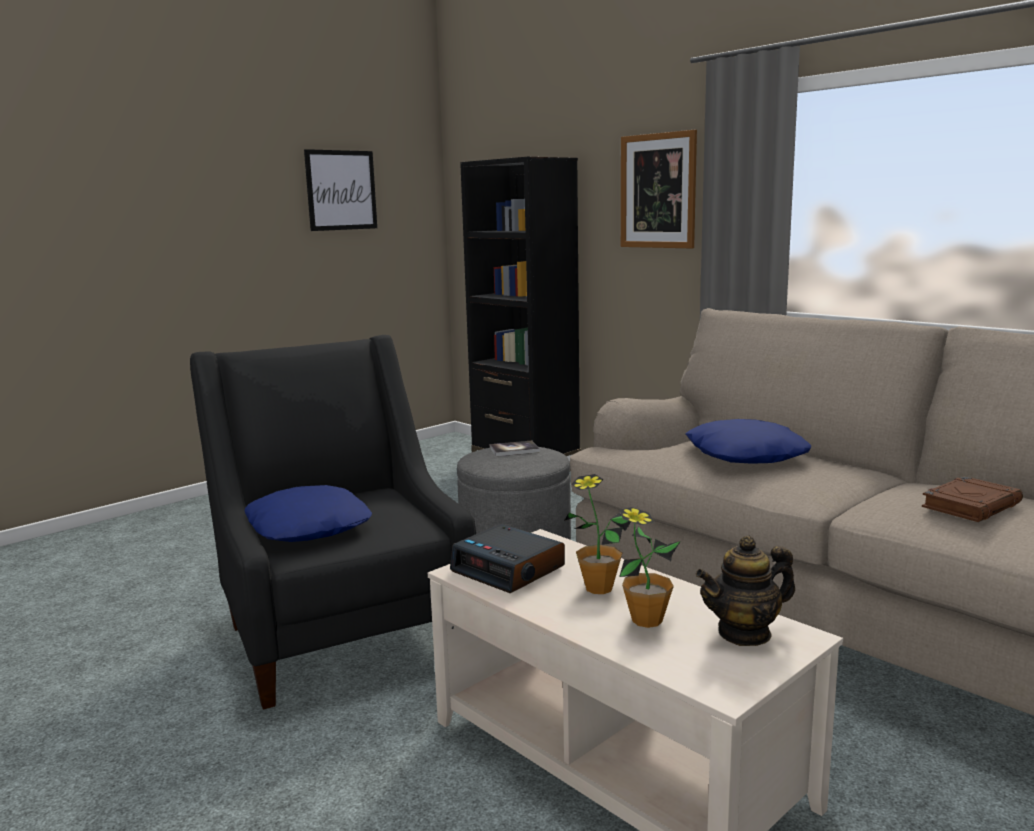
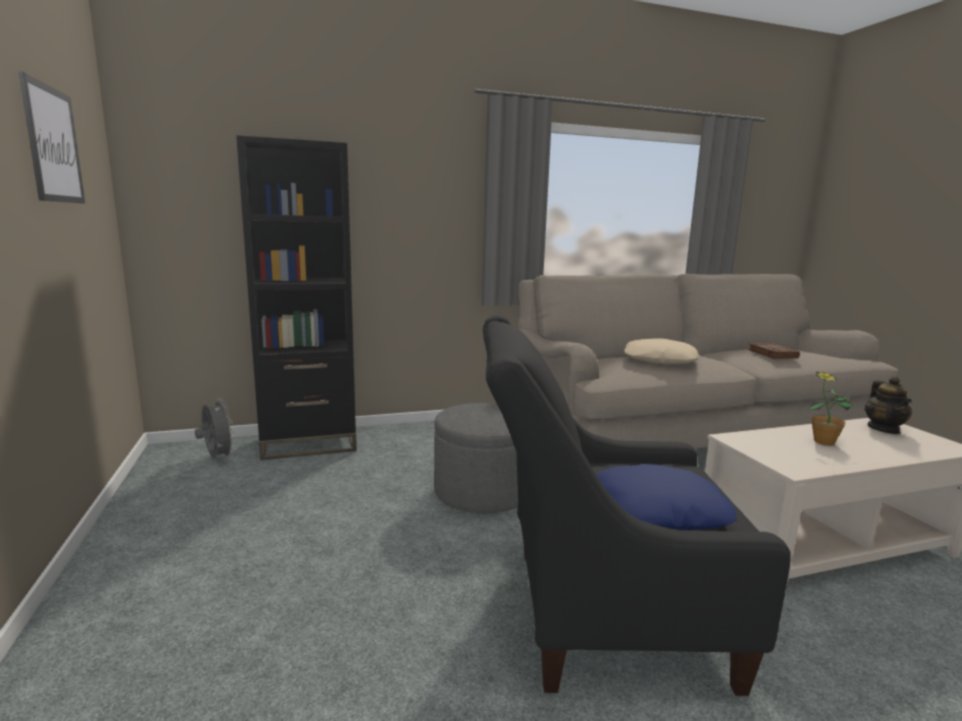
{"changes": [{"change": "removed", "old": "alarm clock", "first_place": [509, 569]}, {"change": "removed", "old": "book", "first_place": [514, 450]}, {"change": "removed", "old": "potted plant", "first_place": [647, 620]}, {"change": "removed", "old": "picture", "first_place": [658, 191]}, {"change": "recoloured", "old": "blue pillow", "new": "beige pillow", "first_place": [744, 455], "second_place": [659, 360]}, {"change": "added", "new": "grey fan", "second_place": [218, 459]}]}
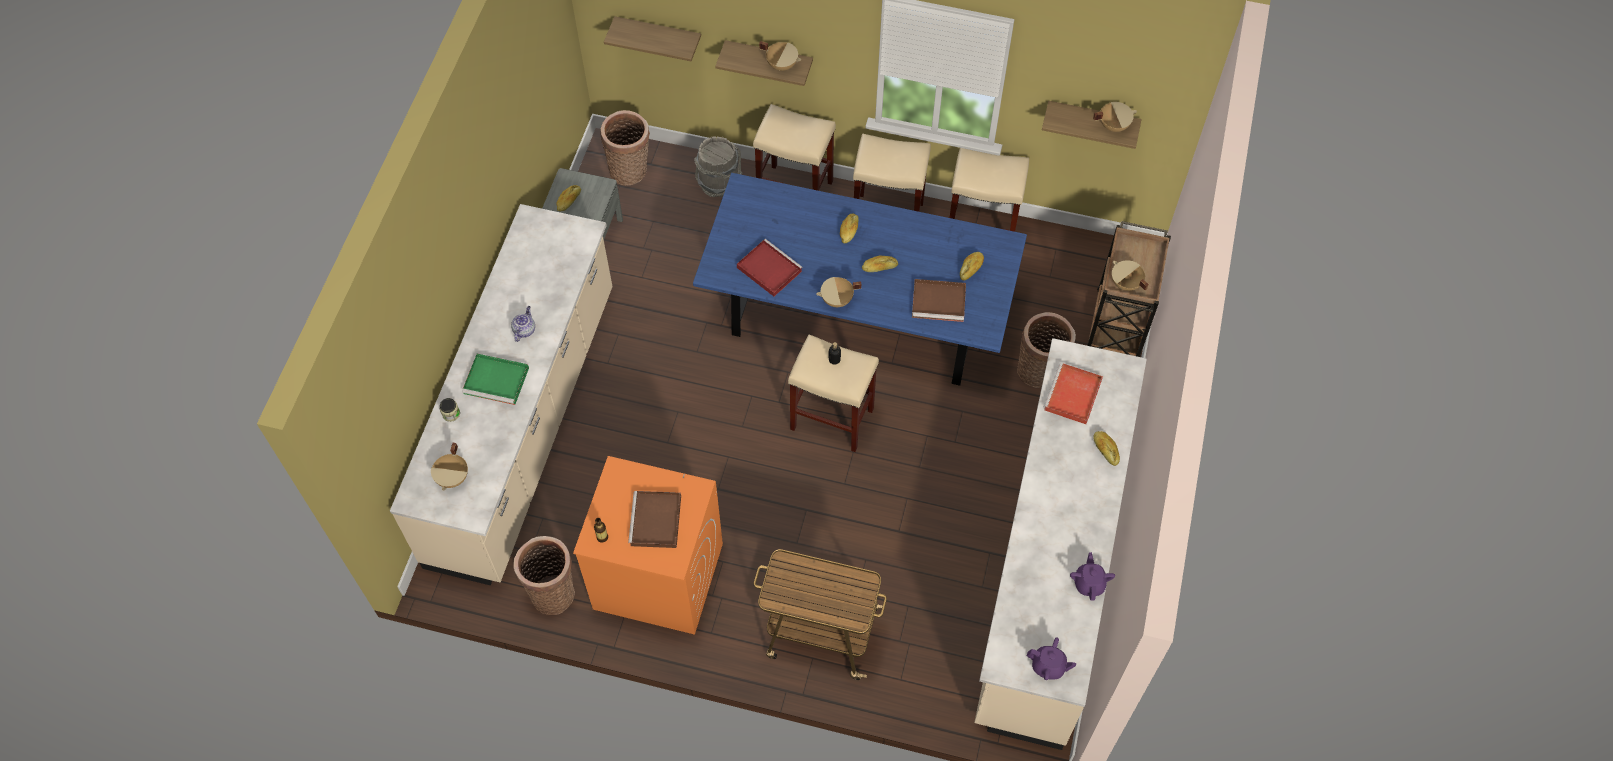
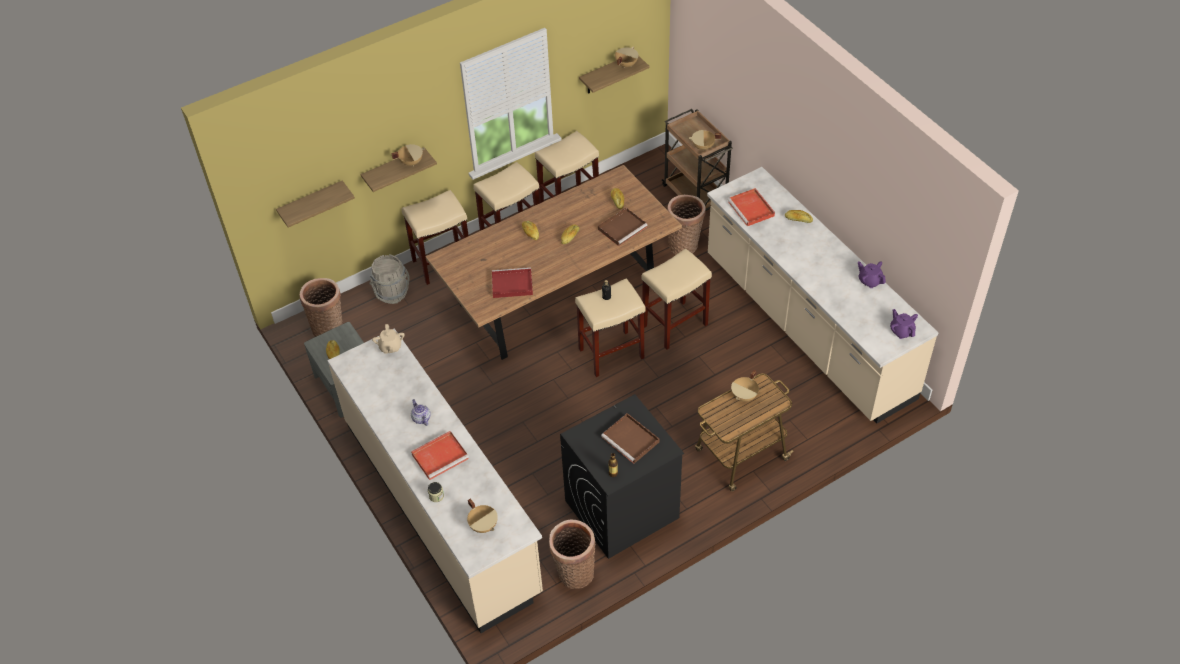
{"changes": [{"change": "recoloured", "old": "green tray", "new": "red tray", "first_place": [497, 380], "second_place": [441, 456]}, {"change": "recoloured", "old": "orange washing machine", "new": "black washing machine", "first_place": [657, 576], "second_place": [621, 510]}, {"change": "recoloured", "old": "blue dining table", "new": "brown dining table", "first_place": [858, 315], "second_place": [558, 294]}, {"change": "moved", "old": "beige cooking pot", "first_place": [837, 300], "second_place": [744, 396]}, {"change": "turned", "old": "purple teapot", "first_place": [1048, 666], "second_place": [901, 331], "degrees": -90}, {"change": "added", "new": "beige teapot", "second_place": [390, 347]}, {"change": "added", "new": "beige stool", "second_place": [674, 326]}]}
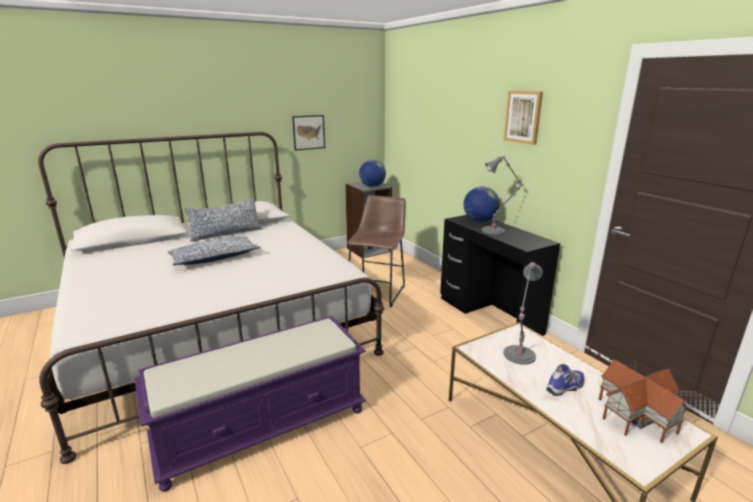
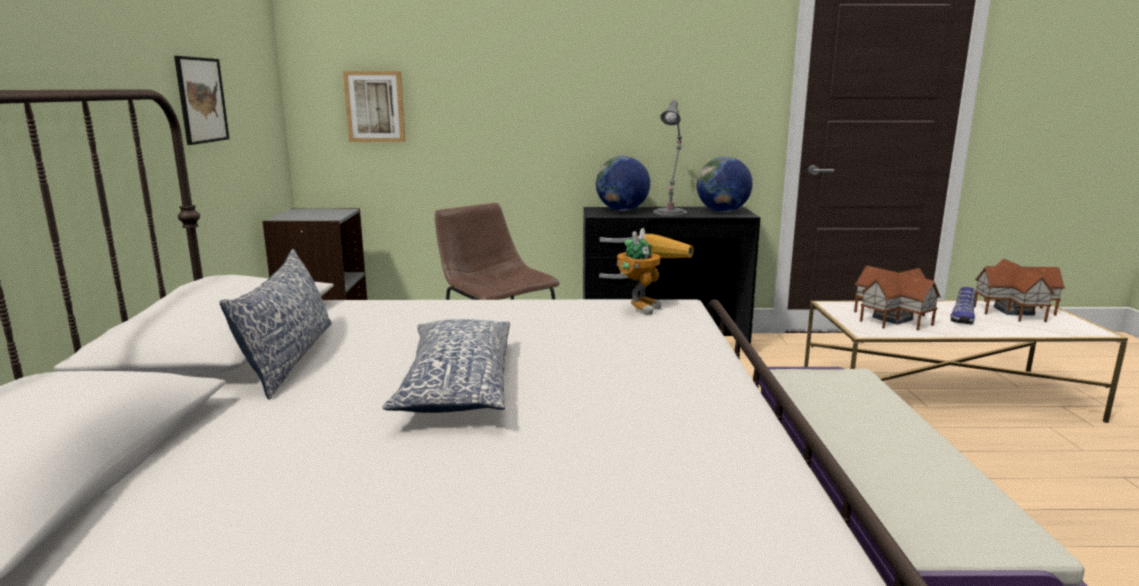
{"changes": [{"change": "moved", "old": "globe", "first_place": [372, 186], "second_place": [722, 211]}, {"change": "replaced", "old": "grey table lamp", "new": "toy house", "first_place": [518, 356], "second_place": [892, 319]}, {"change": "moved", "old": "picture", "first_place": [523, 117], "second_place": [375, 106]}, {"change": "turned", "old": "shoe", "first_place": [566, 387], "second_place": [961, 318], "degrees": -150}, {"change": "added", "new": "toy robot", "second_place": [645, 305]}]}
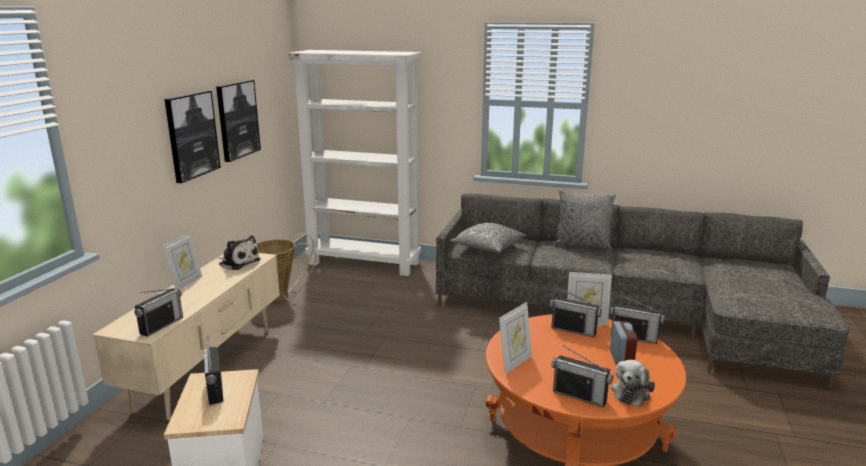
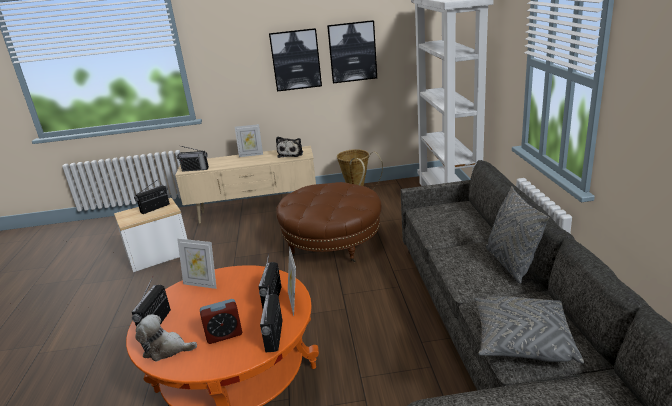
{"changes": [{"change": "moved", "old": "grey pillow", "first_place": [488, 248], "second_place": [522, 341]}, {"change": "added", "new": "brown ottoman", "second_place": [332, 243]}]}
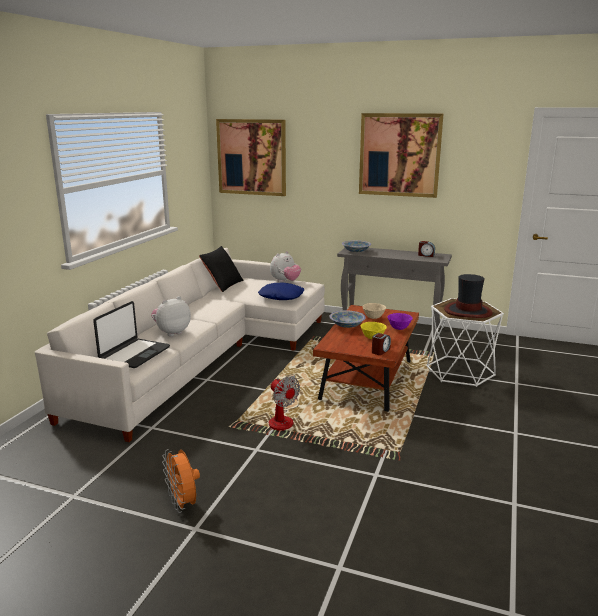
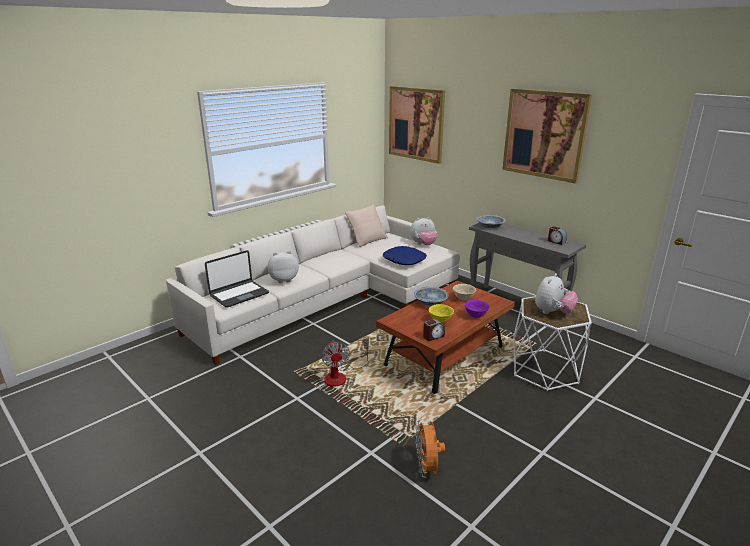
{"changes": [{"change": "moved", "old": "orange fan", "first_place": [183, 504], "second_place": [427, 469]}, {"change": "recoloured", "old": "black pillow", "new": "beige pillow", "first_place": [222, 285], "second_place": [367, 239]}, {"change": "replaced", "old": "hat", "new": "plush toy", "first_place": [467, 311], "second_place": [552, 312]}]}
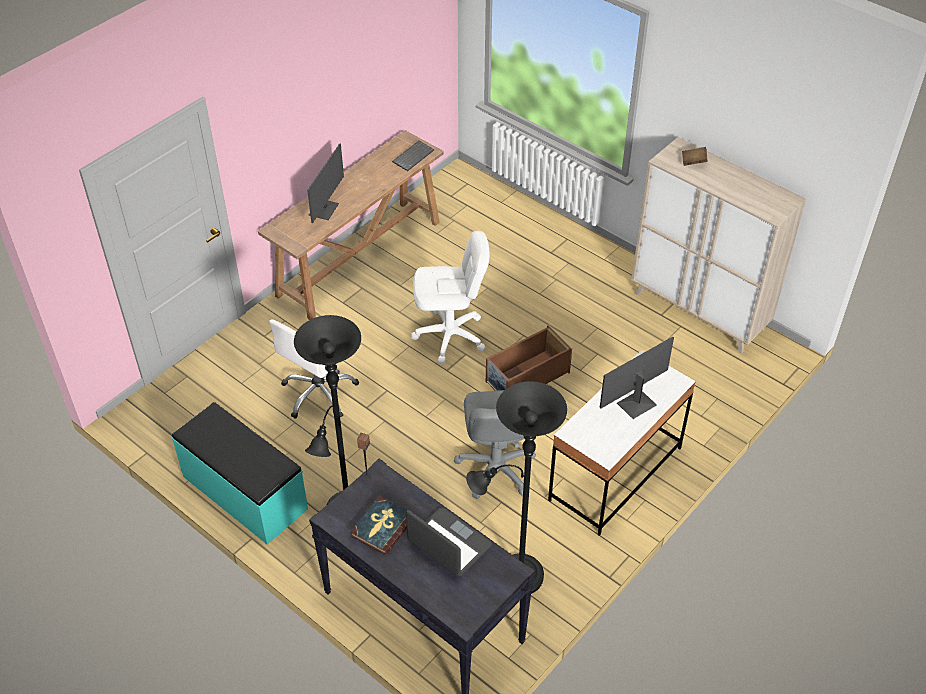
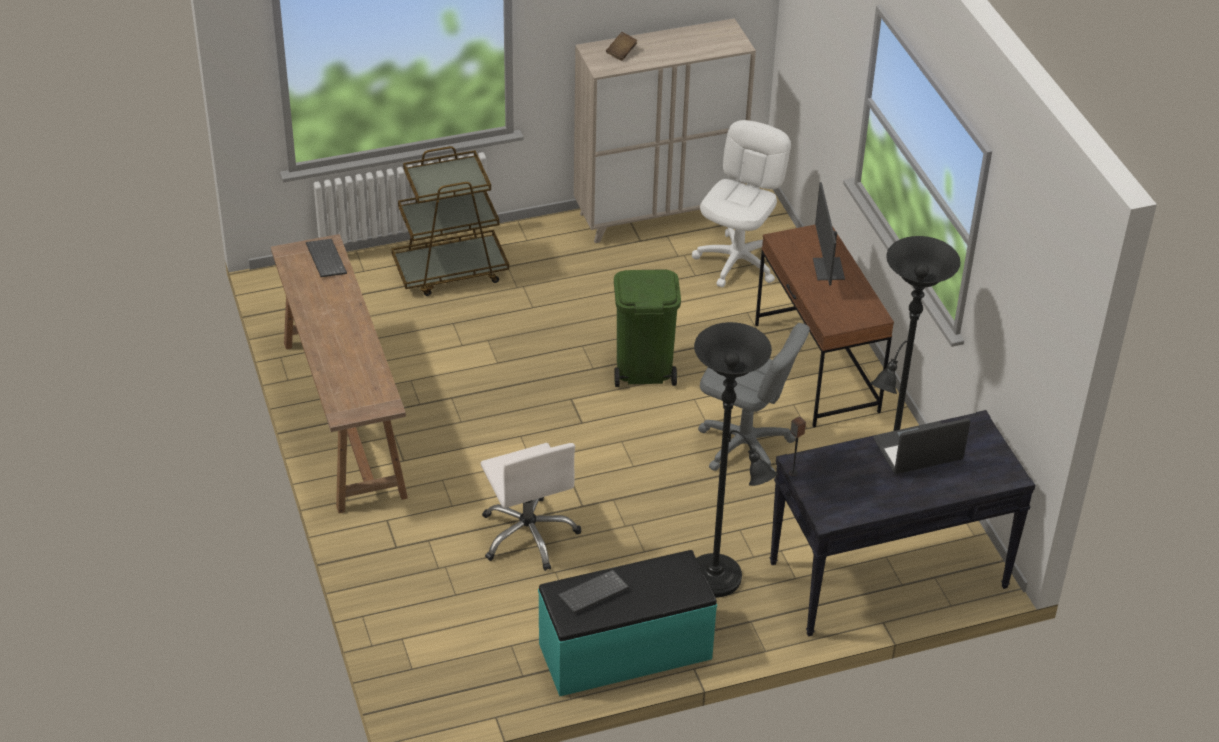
{"changes": [{"change": "removed", "old": "monitor", "first_place": [324, 209]}, {"change": "removed", "old": "book", "first_place": [382, 527]}, {"change": "moved", "old": "white office chair", "first_place": [450, 336], "second_place": [738, 261]}, {"change": "replaced", "old": "brown storage box", "new": "green trash can", "first_place": [527, 377], "second_place": [643, 370]}, {"change": "recoloured", "old": "white desk", "new": "brown desk", "first_place": [615, 474], "second_place": [816, 368]}, {"change": "added", "new": "brown cart", "second_place": [451, 271]}, {"change": "added", "new": "keyboard", "second_place": [593, 594]}]}
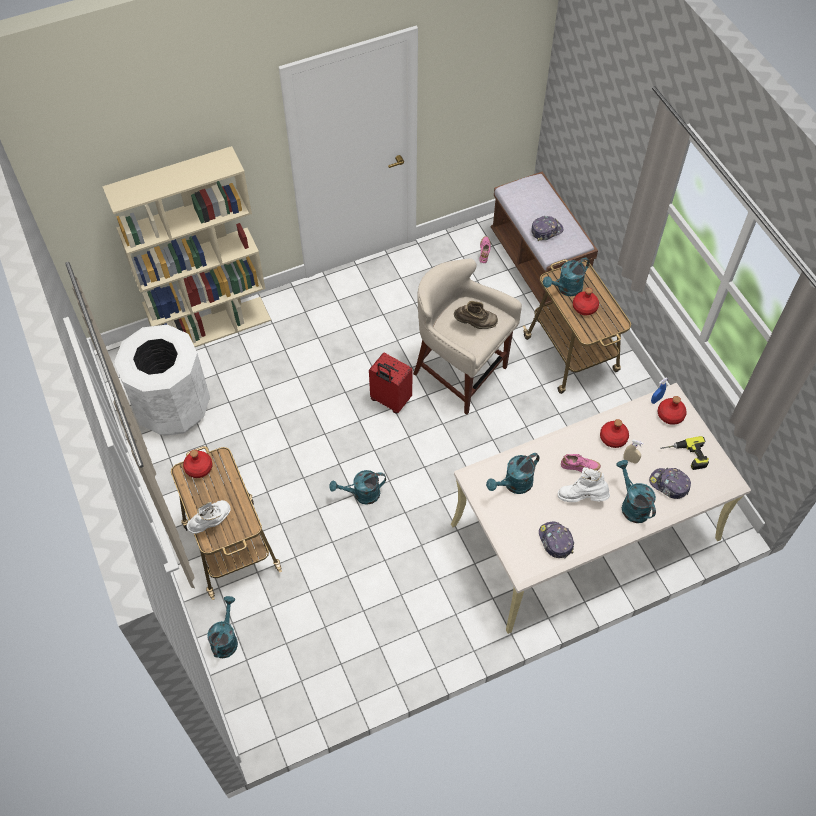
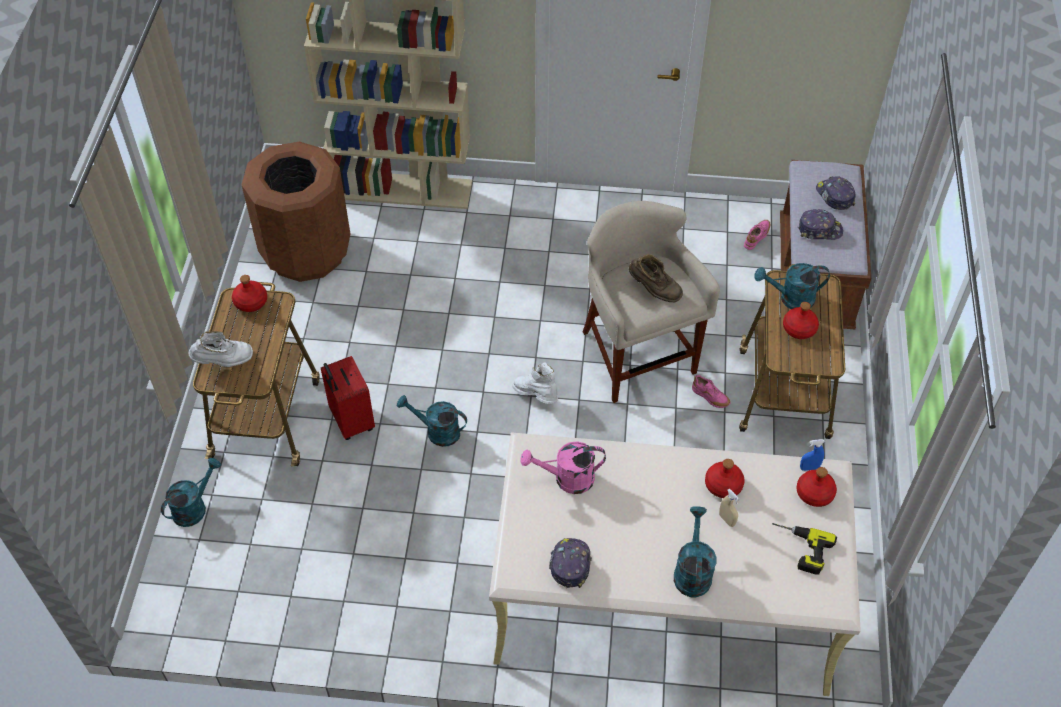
{"changes": [{"change": "recoloured", "old": "white trash can", "new": "brown trash can", "first_place": [173, 408], "second_place": [306, 252]}, {"change": "moved", "old": "red suitcase", "first_place": [390, 400], "second_place": [351, 421]}, {"change": "recoloured", "old": "turquoise watering can", "new": "pink watering can", "first_place": [514, 485], "second_place": [567, 479]}, {"change": "moved", "old": "white boot", "first_place": [582, 497], "second_place": [536, 396]}, {"change": "moved", "old": "pink shoe", "first_place": [579, 467], "second_place": [710, 398]}, {"change": "moved", "old": "cap", "first_place": [669, 485], "second_place": [834, 196]}]}
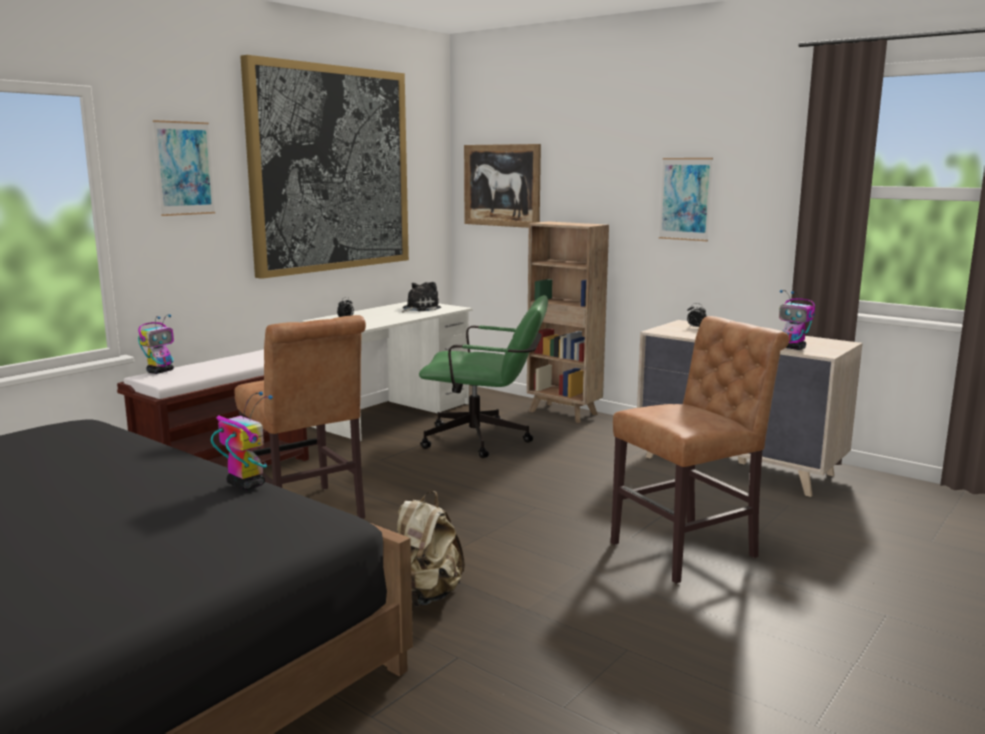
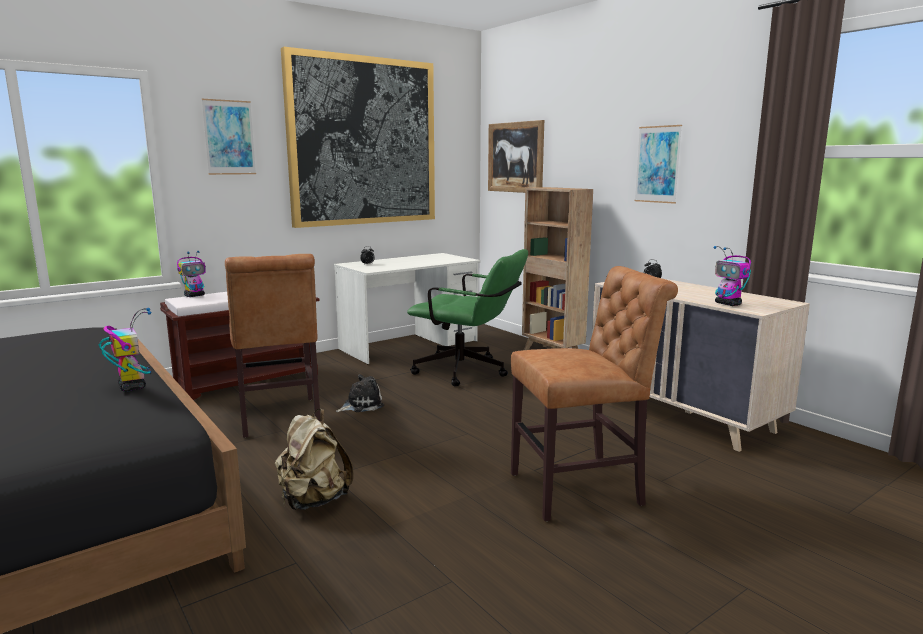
{"changes": [{"change": "moved", "old": "plush toy", "first_place": [419, 308], "second_place": [361, 405]}]}
